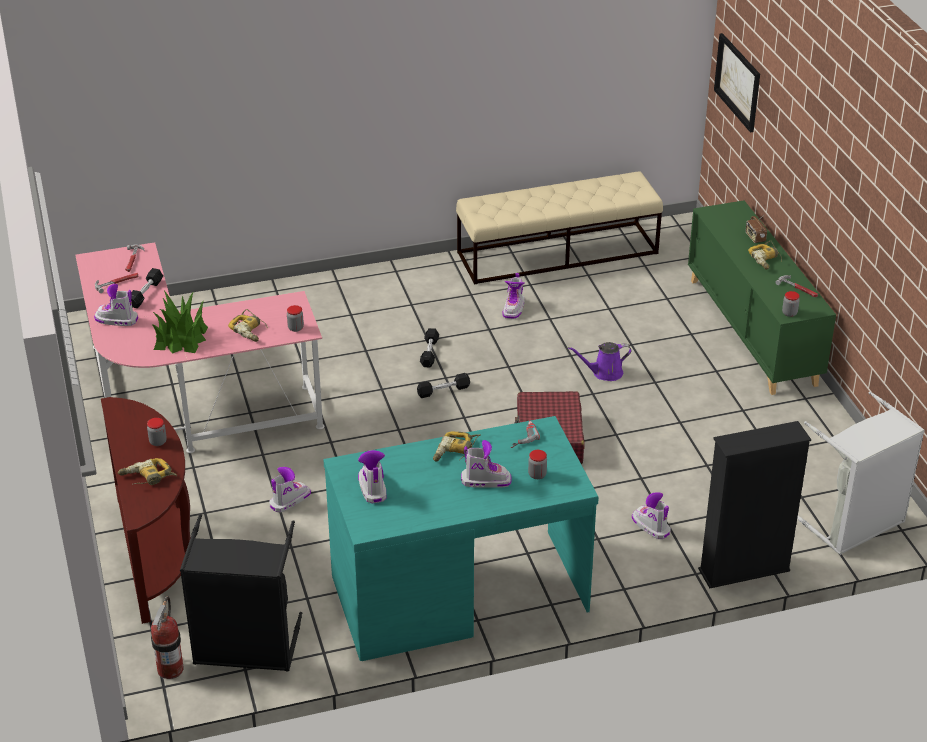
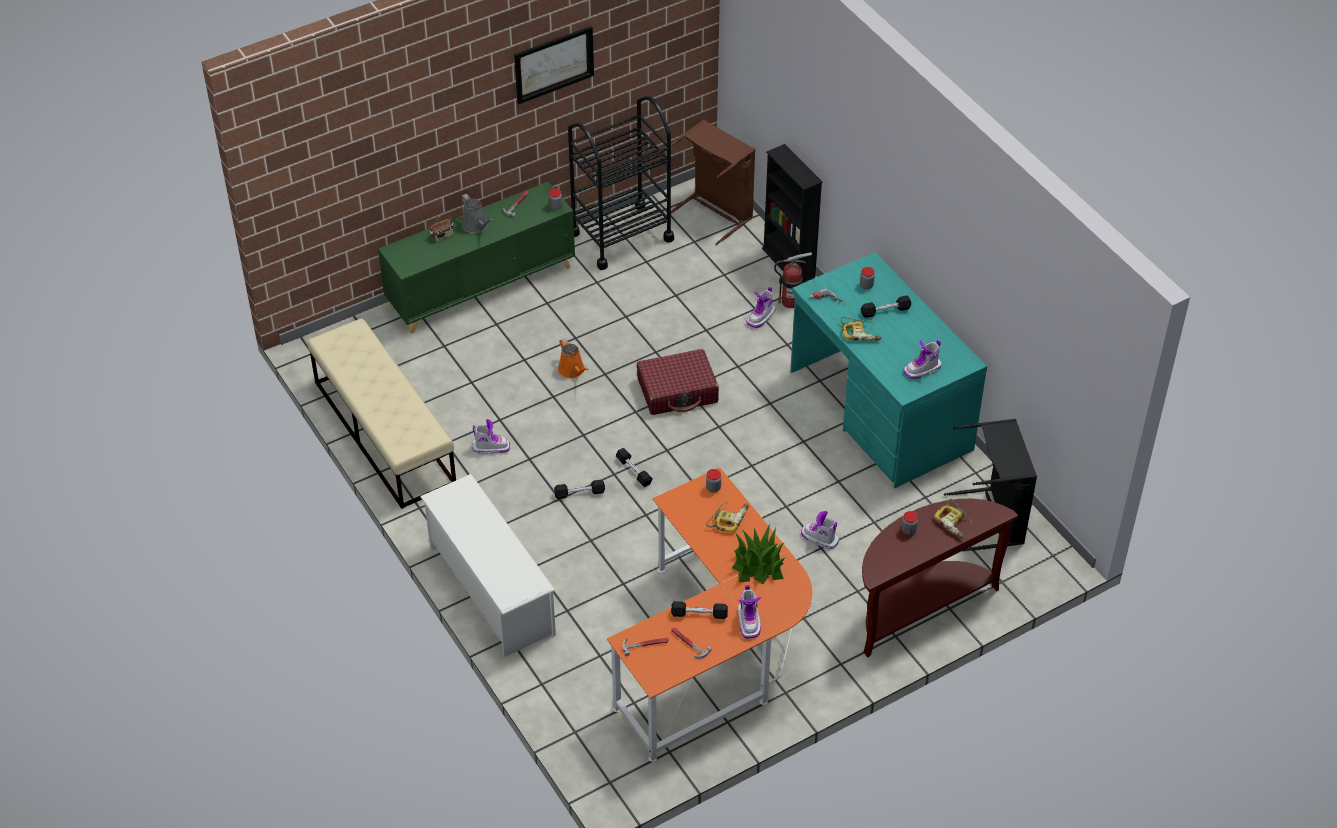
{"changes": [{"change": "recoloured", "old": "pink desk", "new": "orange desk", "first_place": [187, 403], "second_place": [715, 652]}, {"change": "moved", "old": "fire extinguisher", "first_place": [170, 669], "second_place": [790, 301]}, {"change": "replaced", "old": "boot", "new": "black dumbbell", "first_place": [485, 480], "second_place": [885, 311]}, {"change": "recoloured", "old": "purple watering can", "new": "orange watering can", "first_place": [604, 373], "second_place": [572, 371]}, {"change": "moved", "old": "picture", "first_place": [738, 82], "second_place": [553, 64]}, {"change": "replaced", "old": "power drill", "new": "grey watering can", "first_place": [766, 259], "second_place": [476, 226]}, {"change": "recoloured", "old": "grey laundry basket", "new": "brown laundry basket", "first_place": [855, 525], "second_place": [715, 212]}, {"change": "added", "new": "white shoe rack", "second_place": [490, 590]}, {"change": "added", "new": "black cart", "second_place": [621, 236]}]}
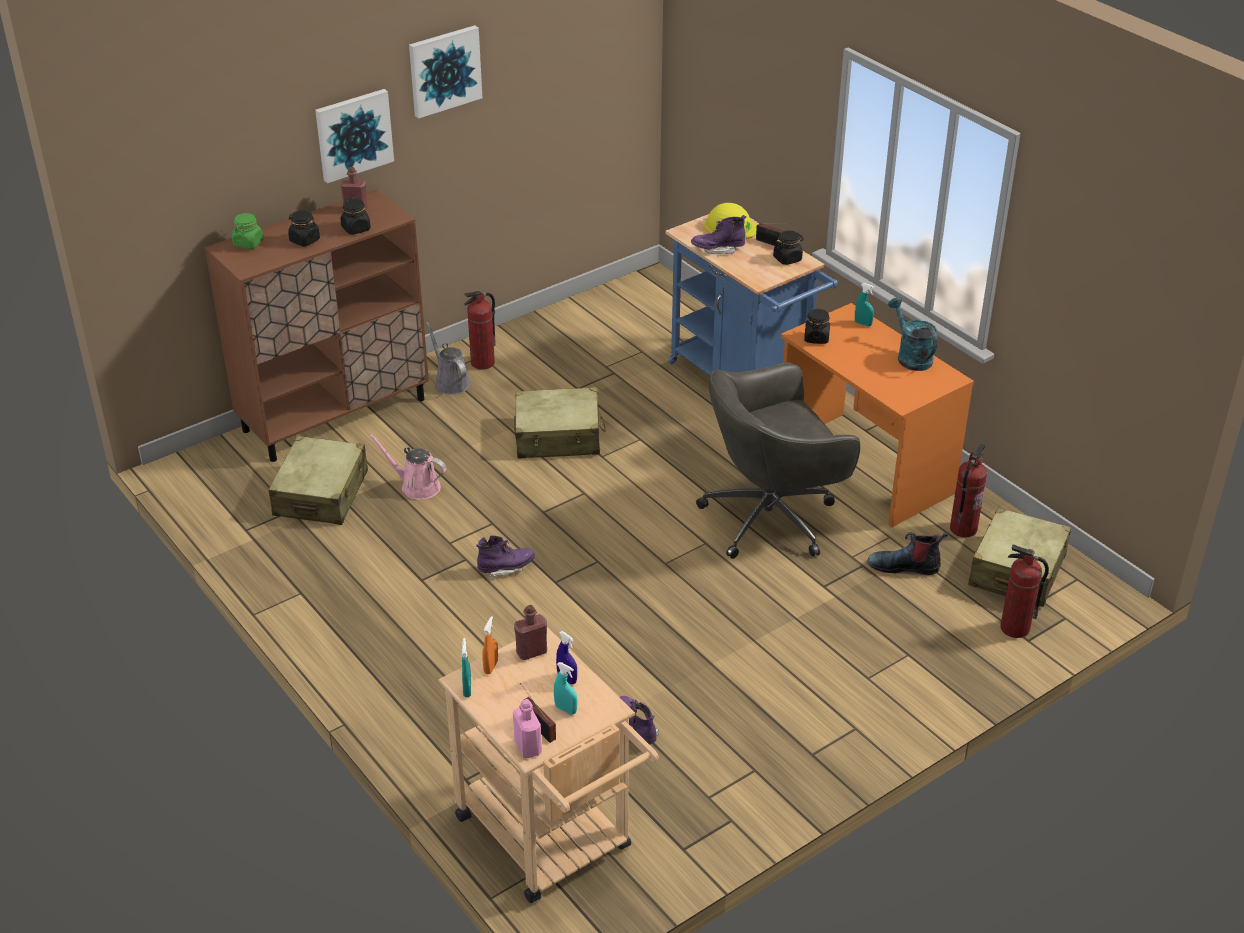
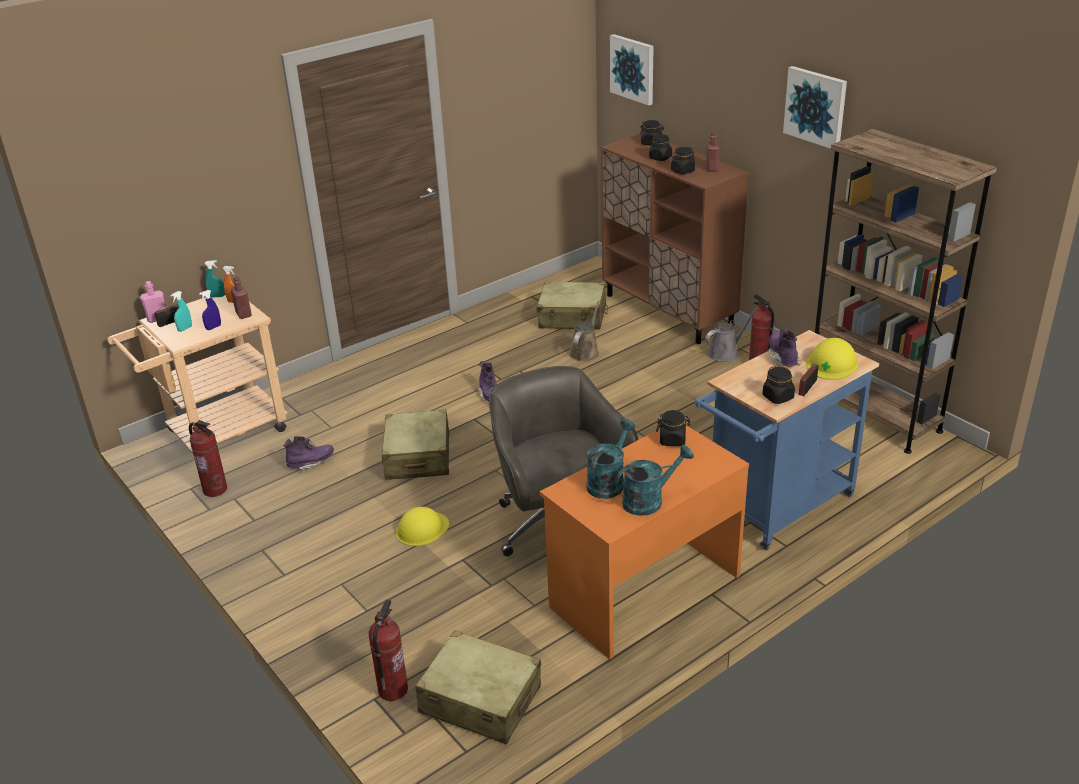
{"changes": [{"change": "recoloured", "old": "green jar", "new": "black jar", "first_place": [248, 243], "second_place": [651, 143]}, {"change": "moved", "old": "picture", "first_place": [353, 134], "second_place": [633, 69]}, {"change": "recoloured", "old": "pink watering can", "new": "brown watering can", "first_place": [417, 486], "second_place": [585, 352]}, {"change": "moved", "old": "beige suitcase", "first_place": [558, 437], "second_place": [418, 457]}, {"change": "removed", "old": "turquoise spray bottle", "first_place": [863, 323]}, {"change": "removed", "old": "boot", "first_place": [904, 566]}, {"change": "moved", "old": "fire extinguisher", "first_place": [962, 528], "second_place": [216, 489]}, {"change": "added", "new": "yellow hard hat", "second_place": [422, 529]}, {"change": "added", "new": "turquoise watering can", "second_place": [608, 481]}, {"change": "added", "new": "brown bookcase", "second_place": [872, 415]}]}
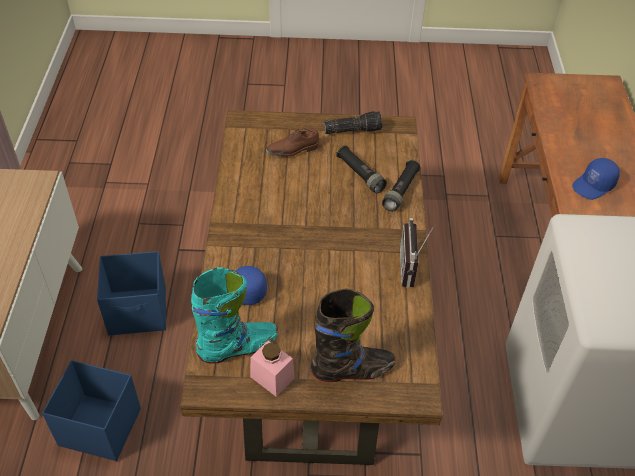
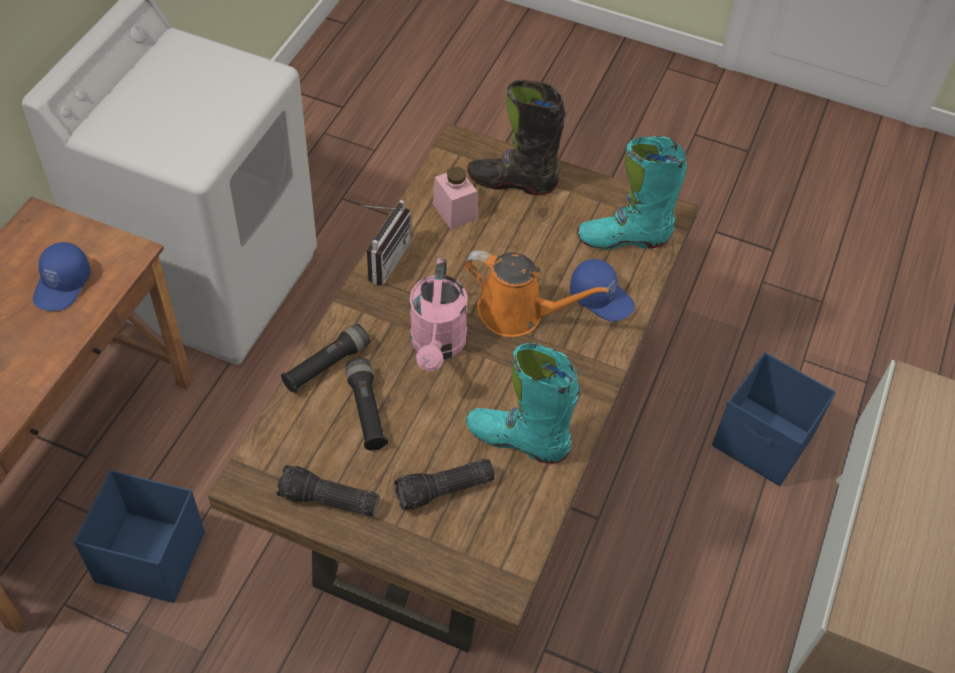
{"changes": [{"change": "moved", "old": "blue storage box", "first_place": [139, 312], "second_place": [149, 556]}, {"change": "moved", "old": "pink jar", "first_place": [272, 377], "second_place": [454, 211]}, {"change": "replaced", "old": "brown shoe", "new": "flashlight", "first_place": [293, 150], "second_place": [444, 491]}, {"change": "turned", "old": "blue cap", "first_place": [594, 186], "second_place": [63, 285], "degrees": 120}, {"change": "added", "new": "pink watering can", "second_place": [437, 346]}, {"change": "added", "new": "orange watering can", "second_place": [517, 313]}, {"change": "added", "new": "turquoise boot", "second_place": [517, 440]}]}
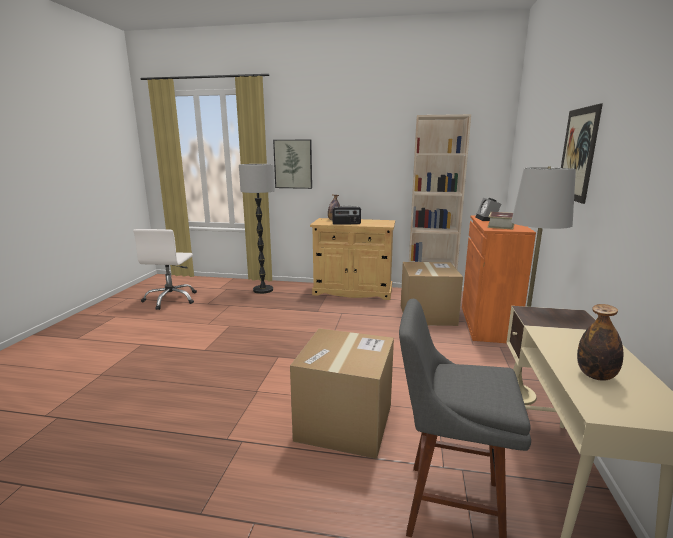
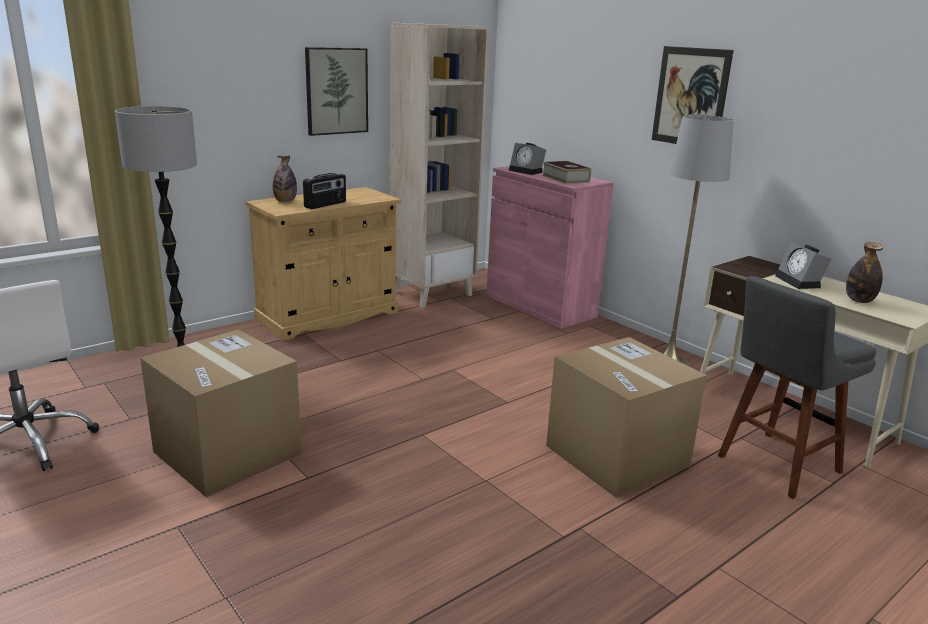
{"changes": [{"change": "moved", "old": "picture", "first_place": [293, 164], "second_place": [336, 91]}, {"change": "moved", "old": "cardboard box", "first_place": [427, 315], "second_place": [227, 453]}, {"change": "recoloured", "old": "orange cabinet", "new": "pink cabinet", "first_place": [487, 324], "second_place": [540, 306]}, {"change": "added", "new": "alarm clock", "second_place": [800, 282]}]}
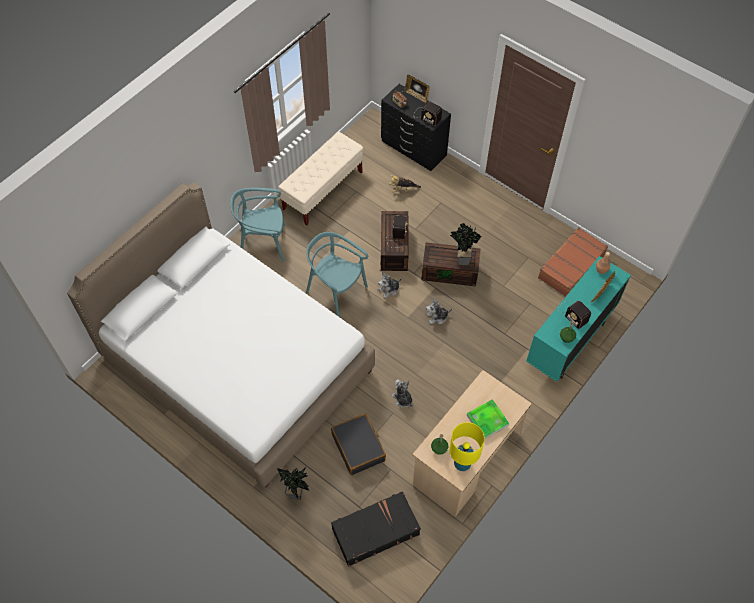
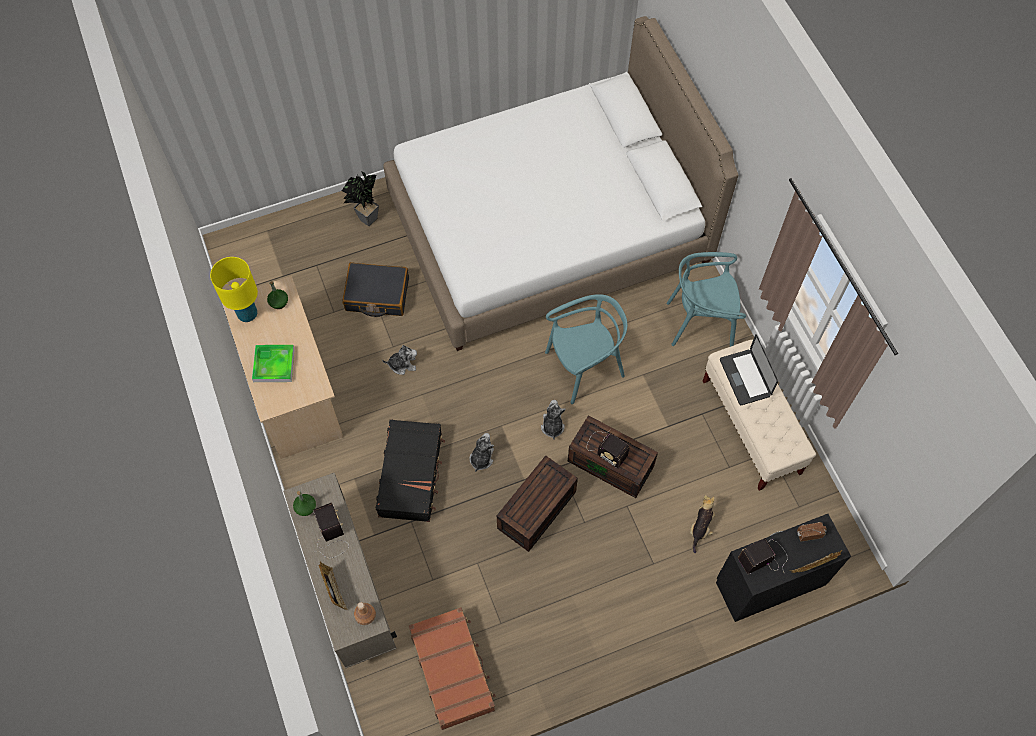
{"changes": [{"change": "turned", "old": "turquoise chair", "first_place": [263, 243], "second_place": [700, 323], "degrees": -120}, {"change": "moved", "old": "black suitcase", "first_place": [375, 531], "second_place": [411, 474]}, {"change": "removed", "old": "potted plant", "first_place": [460, 259]}, {"change": "recoloured", "old": "turquoise cabinet", "new": "beige cabinet", "first_place": [569, 343], "second_place": [349, 589]}, {"change": "turned", "old": "radio", "first_place": [572, 313], "second_place": [331, 536], "degrees": 75}, {"change": "added", "new": "laptop", "second_place": [745, 378]}]}
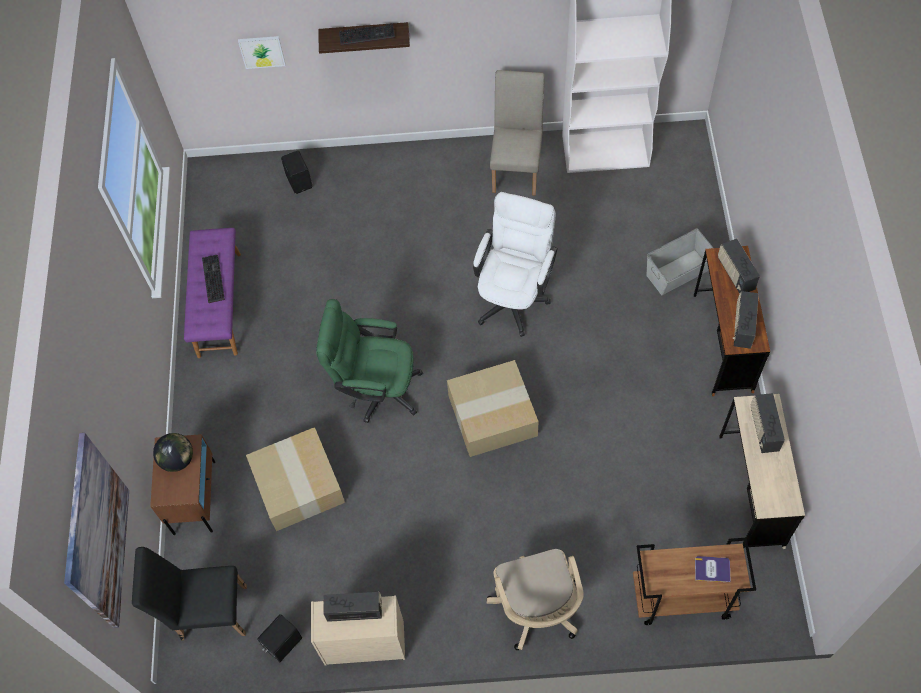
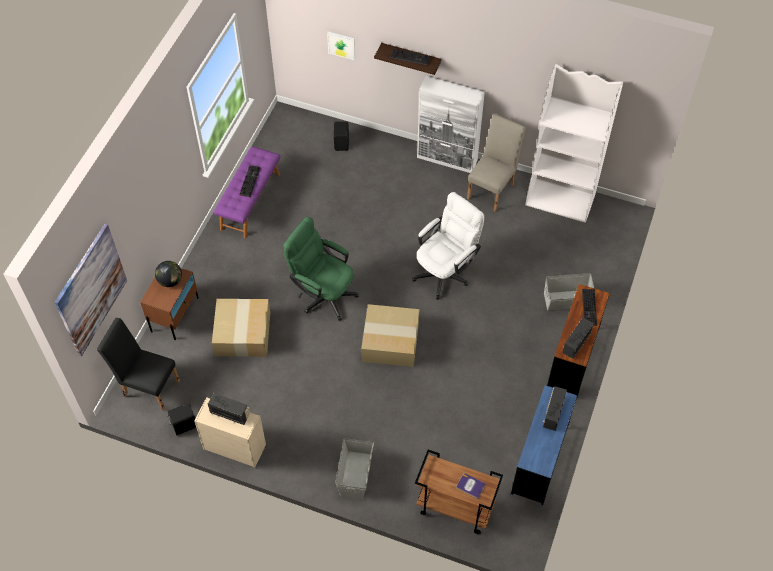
{"changes": [{"change": "replaced", "old": "beige office chair", "new": "grey storage box", "first_place": [537, 610], "second_place": [355, 474]}, {"change": "replaced", "old": "radio", "new": "keyboard", "first_place": [735, 274], "second_place": [590, 308]}, {"change": "recoloured", "old": "beige desk", "new": "blue desk", "first_place": [751, 491], "second_place": [539, 461]}, {"change": "added", "new": "white cabinet", "second_place": [447, 159]}]}
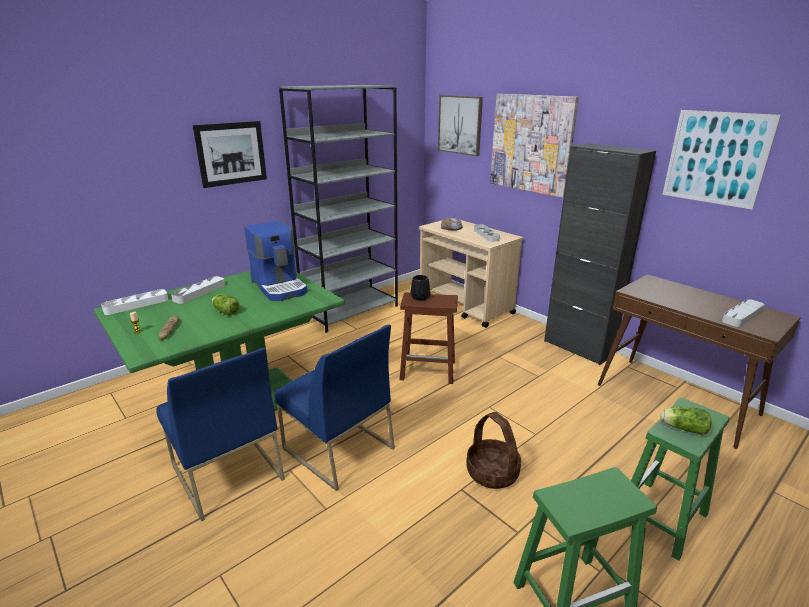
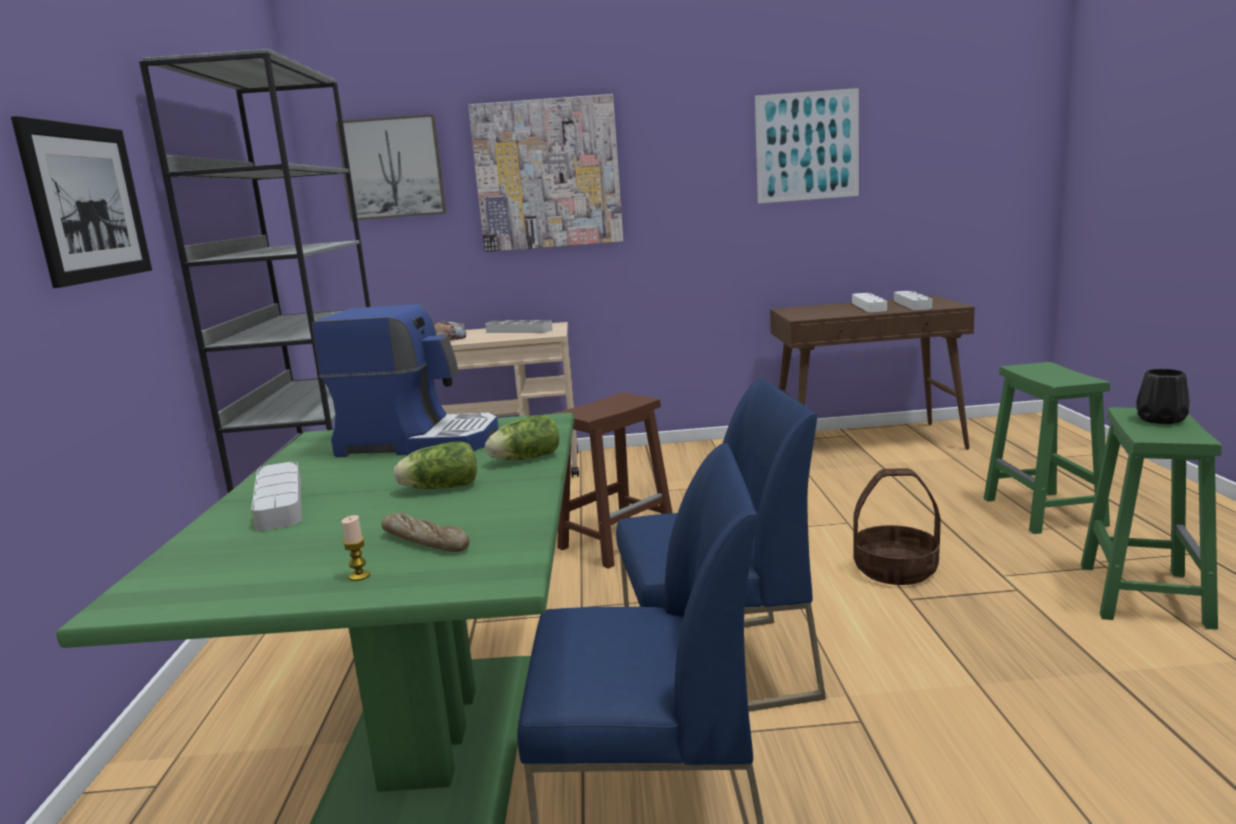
{"changes": [{"change": "moved", "old": "white tray", "first_place": [136, 305], "second_place": [868, 306]}, {"change": "moved", "old": "black vase", "first_place": [419, 297], "second_place": [1161, 419]}, {"change": "removed", "old": "black cabinet", "first_place": [578, 348]}, {"change": "moved", "old": "lettuce", "first_place": [682, 428], "second_place": [523, 459]}]}
